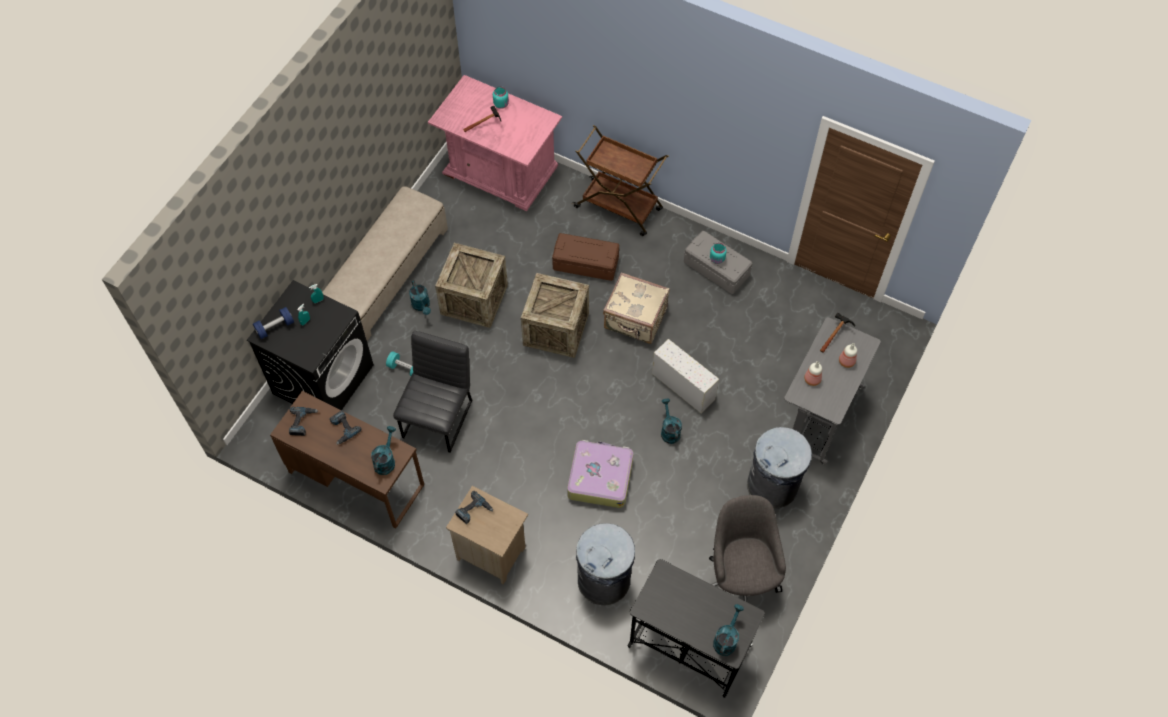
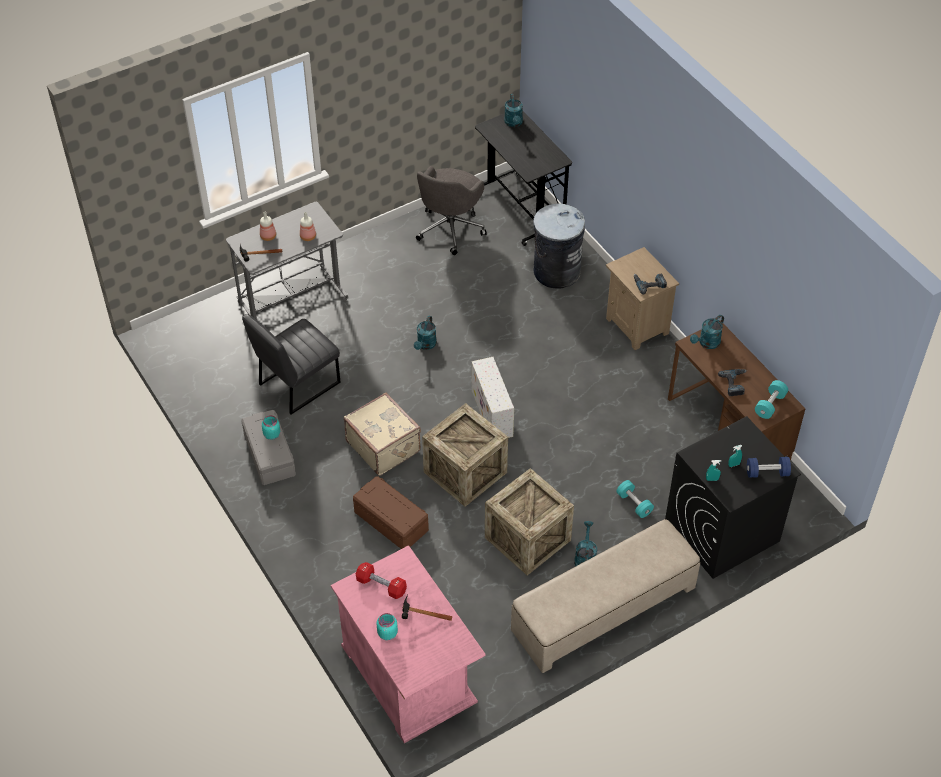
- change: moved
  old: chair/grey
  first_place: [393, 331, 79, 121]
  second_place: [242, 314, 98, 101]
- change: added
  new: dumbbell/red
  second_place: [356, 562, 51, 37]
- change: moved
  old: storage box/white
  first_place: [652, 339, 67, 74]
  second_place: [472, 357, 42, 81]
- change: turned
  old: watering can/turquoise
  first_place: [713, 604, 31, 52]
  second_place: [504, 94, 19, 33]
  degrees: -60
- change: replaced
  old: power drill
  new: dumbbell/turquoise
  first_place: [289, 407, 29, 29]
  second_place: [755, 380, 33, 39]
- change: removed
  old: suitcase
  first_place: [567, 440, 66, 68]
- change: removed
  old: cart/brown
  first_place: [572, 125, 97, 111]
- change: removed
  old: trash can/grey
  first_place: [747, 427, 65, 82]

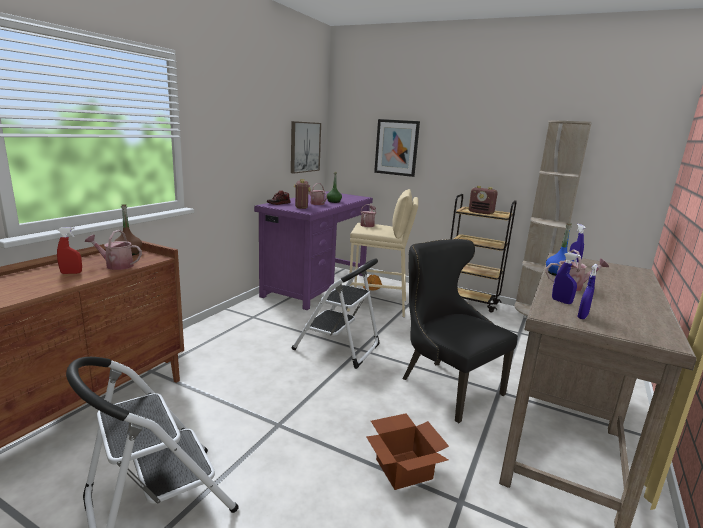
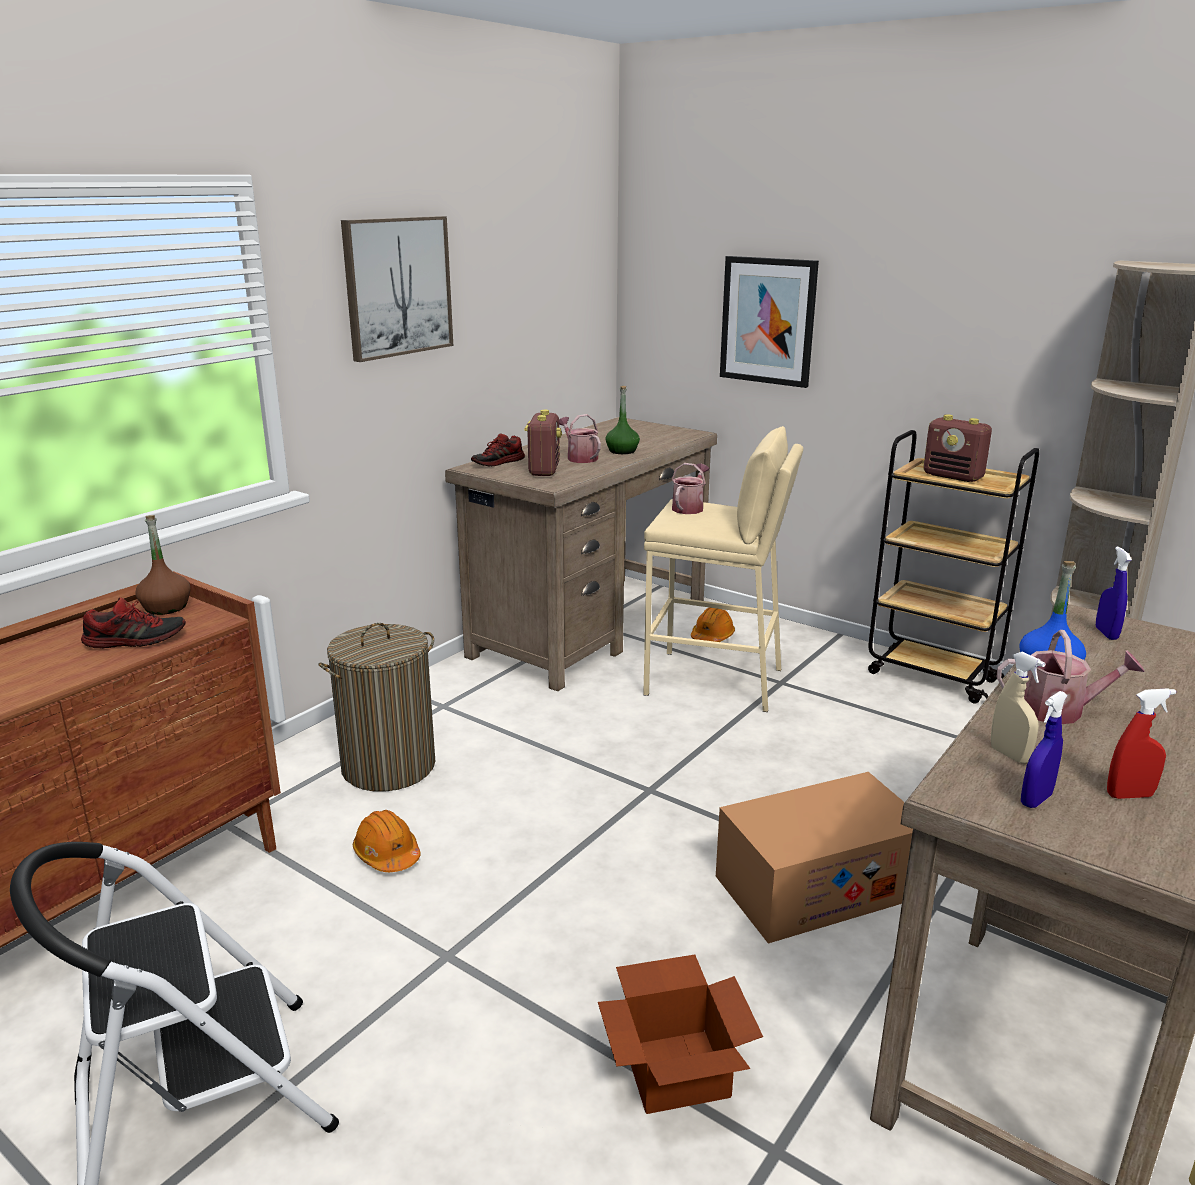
- change: replaced
  old: watering can
  new: shoe
  first_place: [85, 230, 57, 40]
  second_place: [81, 598, 105, 51]
- change: added
  new: laundry basket
  second_place: [319, 623, 116, 168]
- change: moved
  old: picture
  first_place: [291, 121, 30, 53]
  second_place: [341, 216, 112, 146]
- change: added
  new: hard hat/orange
  second_place: [353, 810, 68, 62]
- change: recoloured
  old: desk/purple
  new: desk/brown
  first_place: [254, 191, 119, 119]
  second_place: [445, 417, 272, 274]
- change: replaced
  old: chair/black
  new: cardboard box
  first_place: [403, 239, 115, 184]
  second_place: [716, 772, 197, 172]
- change: recoloured
  old: spray bottle/blue
  new: spray bottle/beige
  first_place: [552, 252, 29, 52]
  second_place: [991, 652, 54, 111]
- change: moved
  old: spray bottle/red
  first_place: [57, 227, 25, 47]
  second_place: [1107, 688, 69, 111]
- change: removed
  old: step ladder
  first_place: [292, 258, 88, 111]

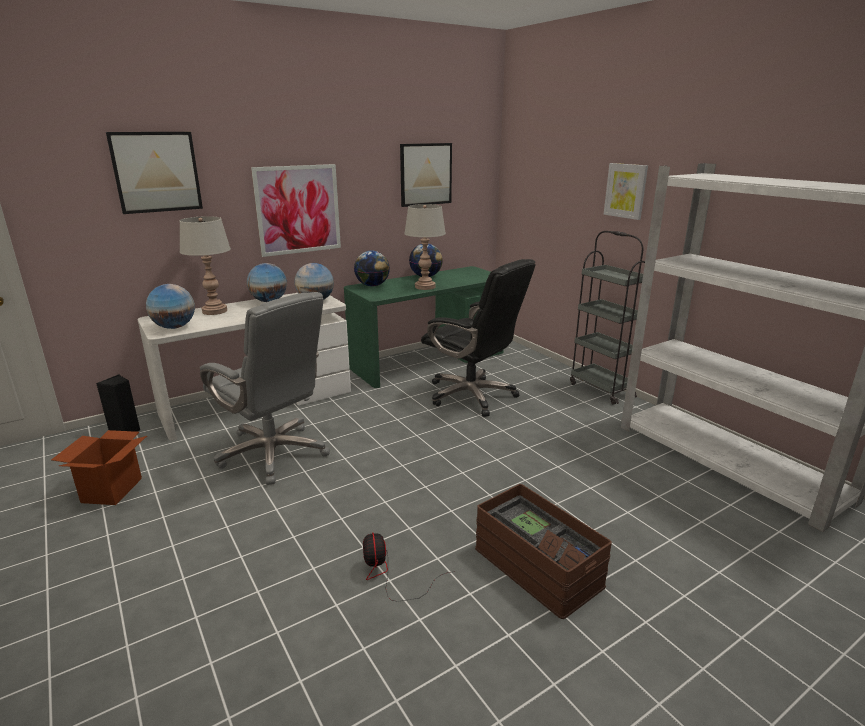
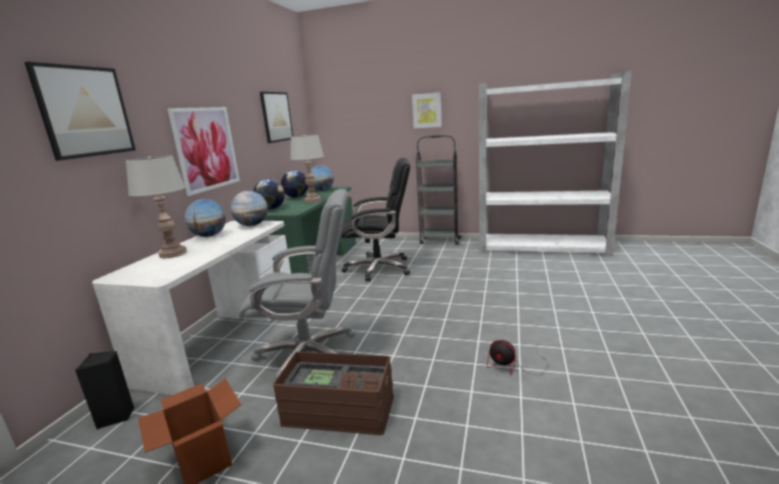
- change: moved
  old: storage box/brown
  first_place: [475, 484, 137, 135]
  second_place: [273, 352, 121, 83]
- change: moved
  old: globe
  first_place: [146, 284, 49, 45]
  second_place: [311, 165, 23, 26]

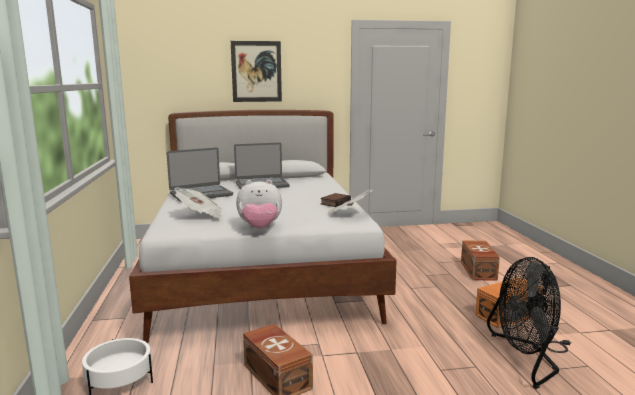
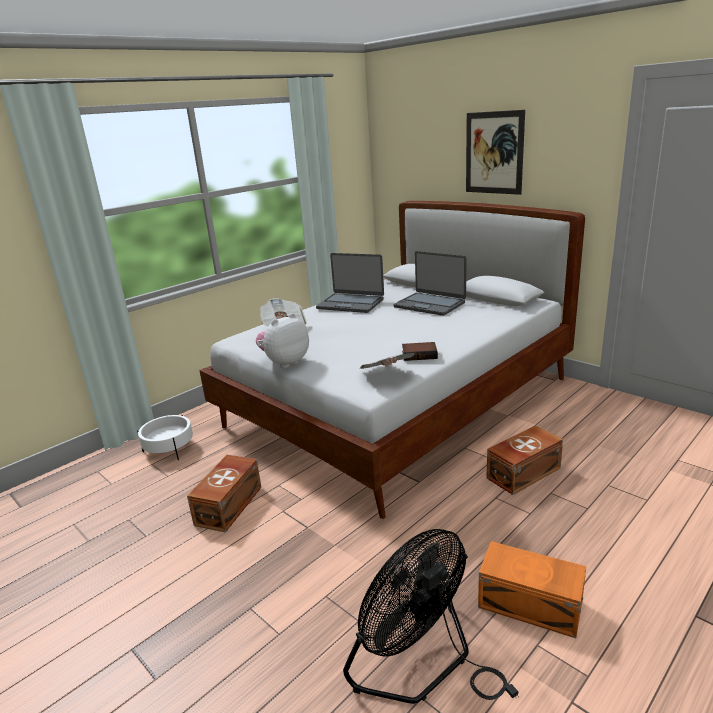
- change: turned
  old: plush toy
  first_place: [236, 179, 46, 50]
  second_place: [256, 313, 53, 55]
  degrees: 90
- change: moved
  old: storage box/brown
  first_place: [461, 240, 39, 41]
  second_place: [486, 425, 77, 70]

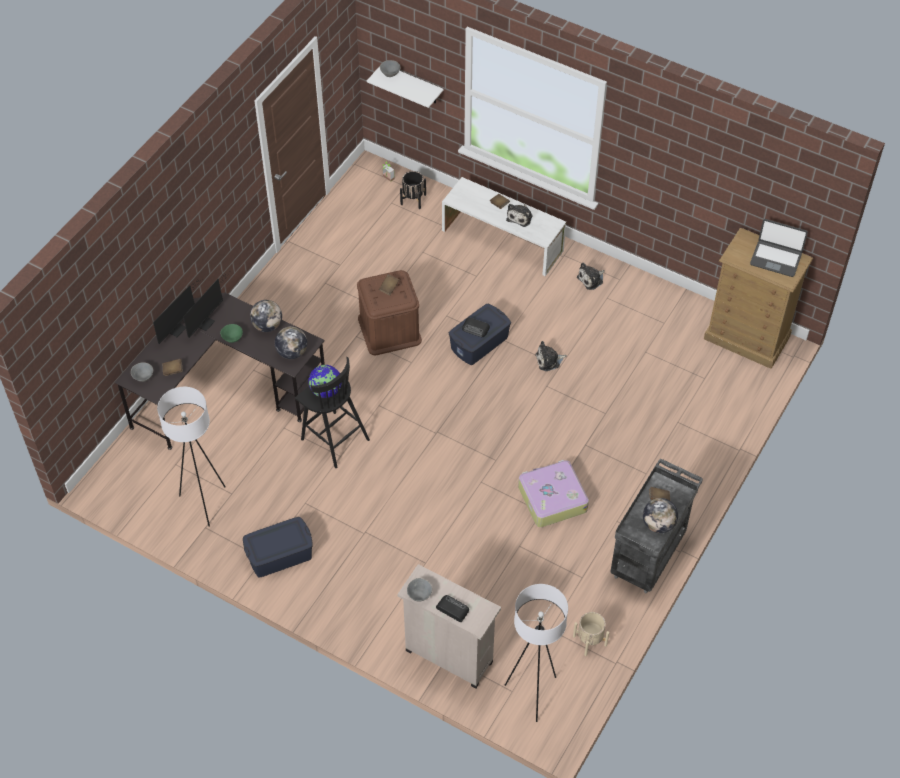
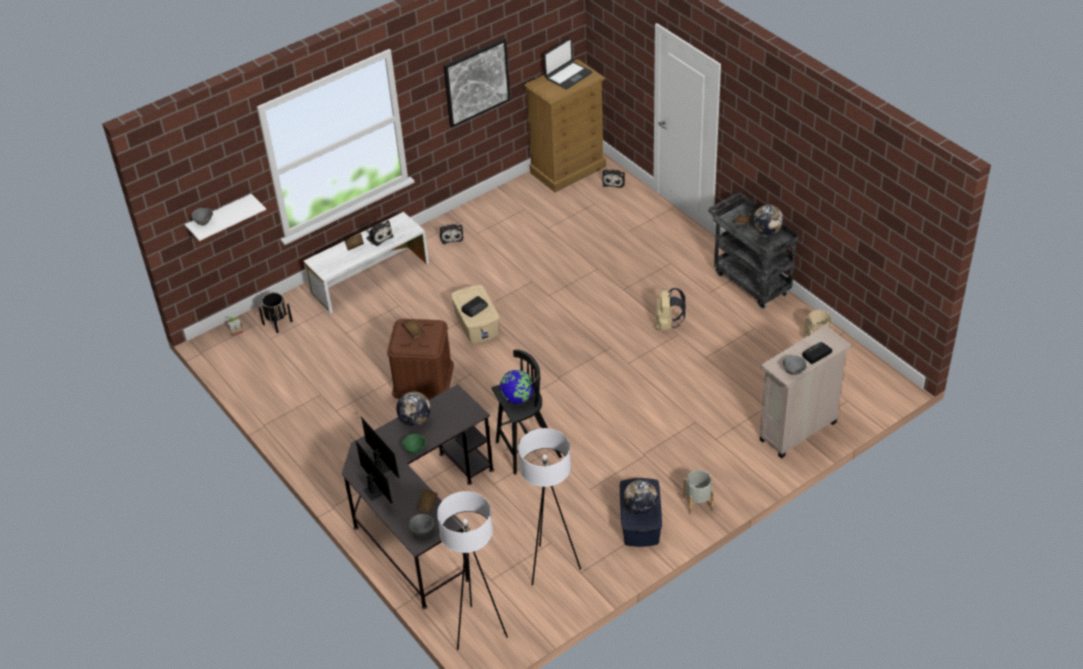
- change: moved
  old: floor lamp/white
  first_place: [505, 584, 63, 138]
  second_place: [437, 491, 71, 159]
- change: added
  new: picture
  second_place: [443, 38, 68, 90]
- change: recoloured
  old: storage box/blue
  new: storage box/beige
  first_place: [449, 304, 62, 61]
  second_place: [451, 285, 49, 59]
- change: moved
  old: plush toy
  first_place: [535, 341, 32, 30]
  second_place: [602, 169, 23, 19]
- change: moved
  old: globe
  first_place: [275, 326, 32, 33]
  second_place: [624, 480, 34, 35]
- change: replaced
  old: suitcase
  new: backpack/beige
  first_place: [518, 460, 71, 67]
  second_place: [655, 288, 31, 42]
- change: added
  new: planter/grey
  second_place: [683, 470, 31, 44]

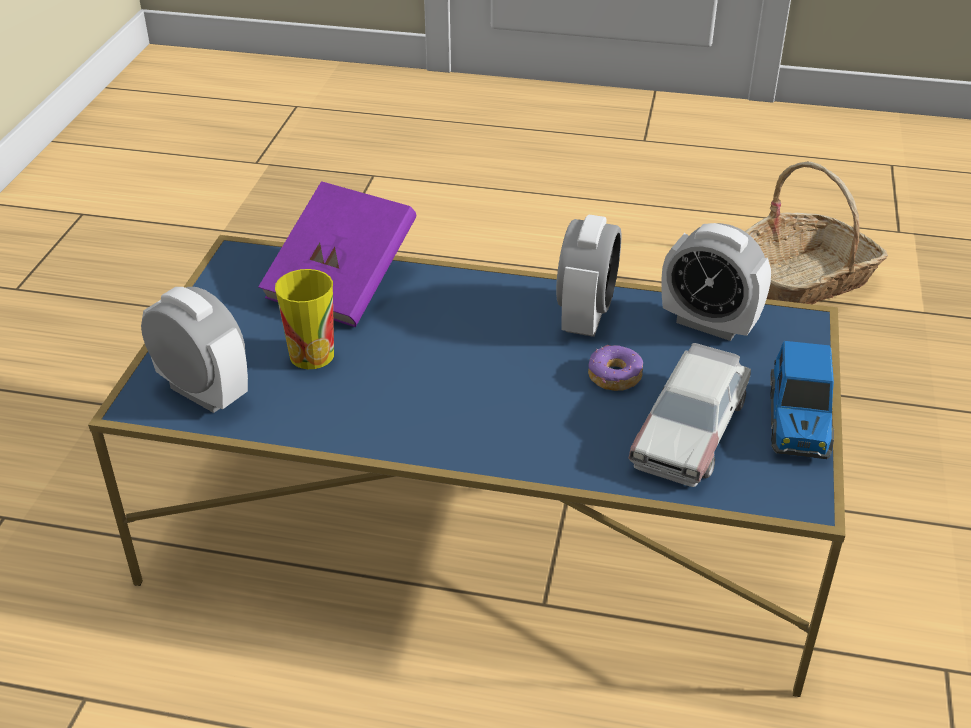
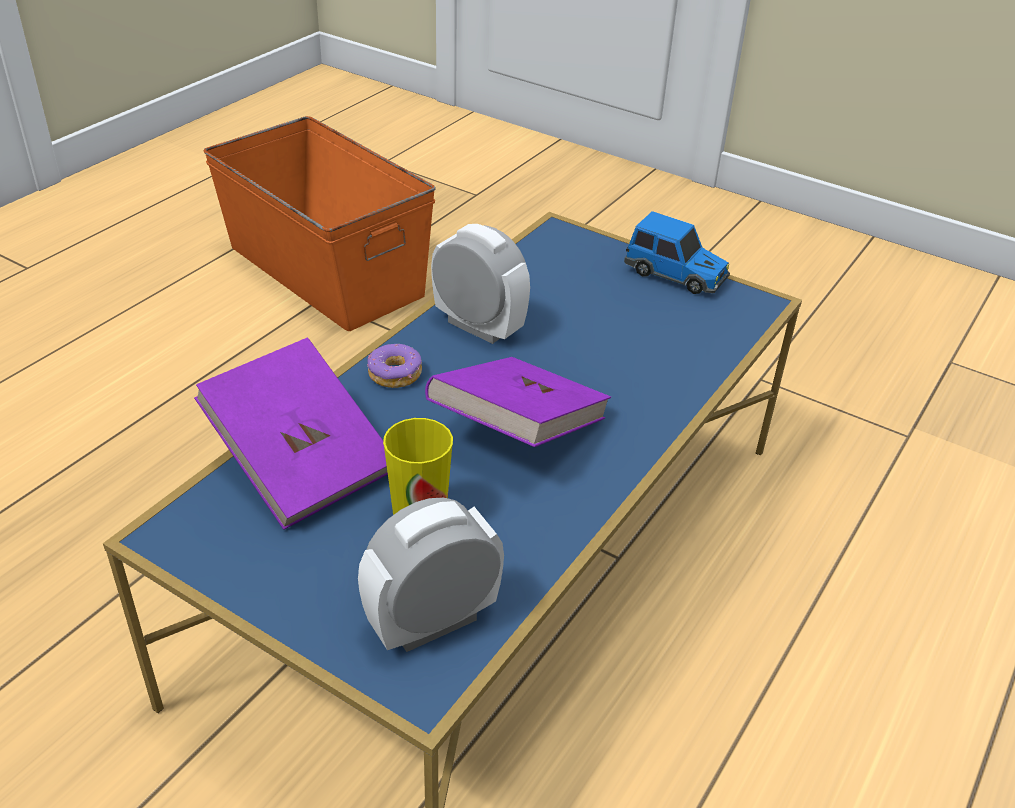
- change: replaced
  old: basket
  new: storage box/orange
  first_place: [745, 161, 143, 143]
  second_place: [204, 116, 232, 215]
- change: moved
  old: donut
  first_place: [588, 345, 55, 46]
  second_place: [367, 344, 55, 44]
- change: added
  new: book/purple
  second_place: [425, 357, 186, 90]
- change: removed
  old: toy car
  first_place: [628, 343, 123, 144]
- change: removed
  old: alarm clock
  first_place: [661, 223, 110, 118]

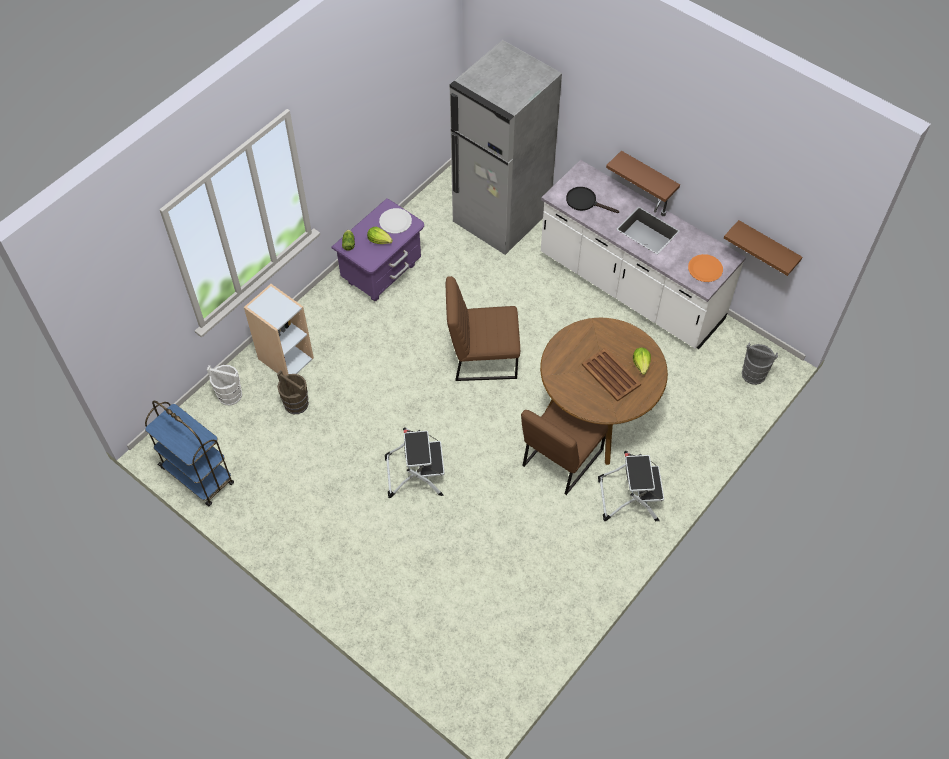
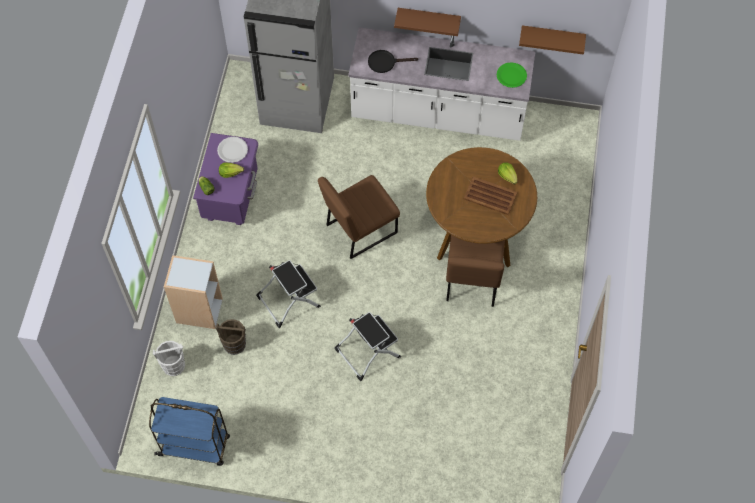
- change: moved
  old: step ladder
  first_place: [598, 451, 66, 70]
  second_place: [256, 260, 65, 68]
- change: recoloured
  old: plate/orange
  new: plate/green
  first_place: [688, 254, 35, 28]
  second_place: [497, 62, 30, 26]
- change: removed
  old: bucket/grey
  first_place: [742, 343, 36, 42]

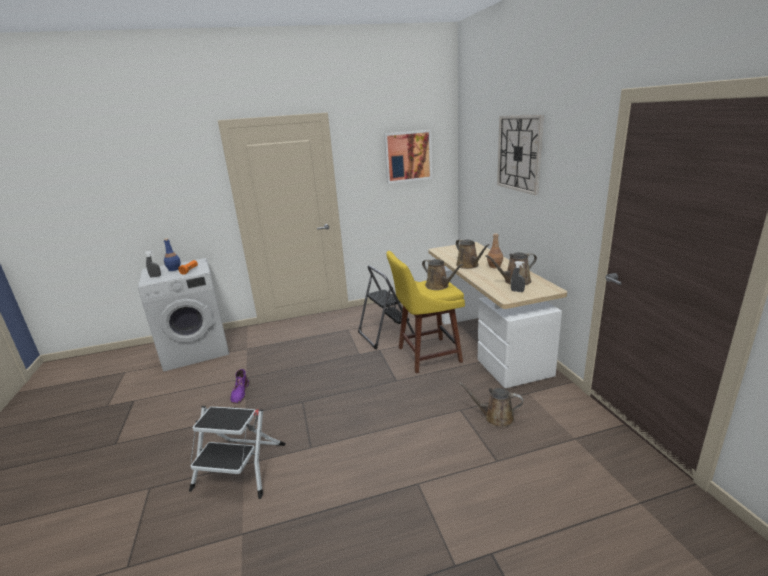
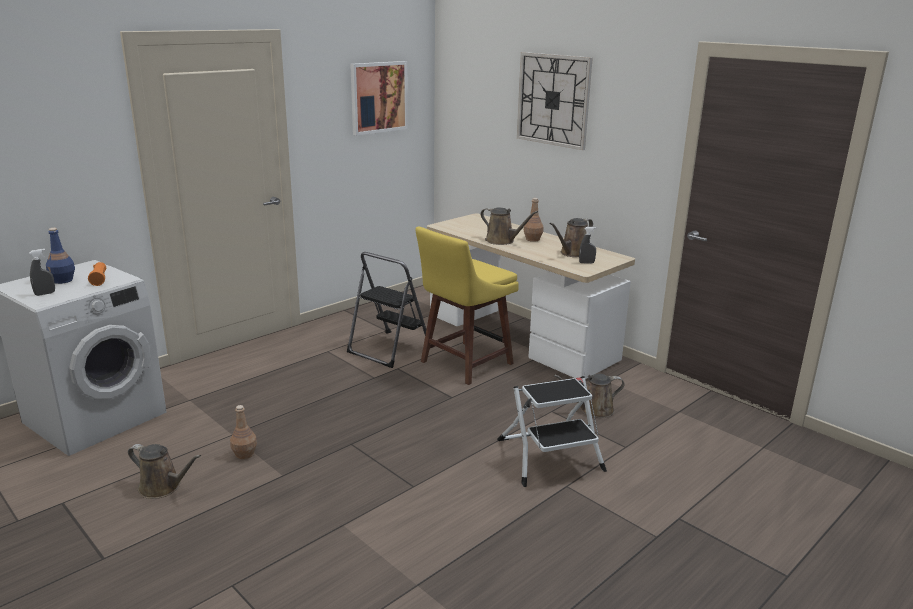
- change: moved
  old: watering can/brown
  first_place: [422, 259, 42, 31]
  second_place: [128, 444, 73, 55]
- change: replaced
  old: boot/purple
  new: bottle/brown
  first_place: [230, 369, 19, 34]
  second_place: [230, 405, 27, 54]
- change: moved
  old: step ladder
  first_place: [189, 406, 97, 93]
  second_place: [497, 376, 110, 111]

